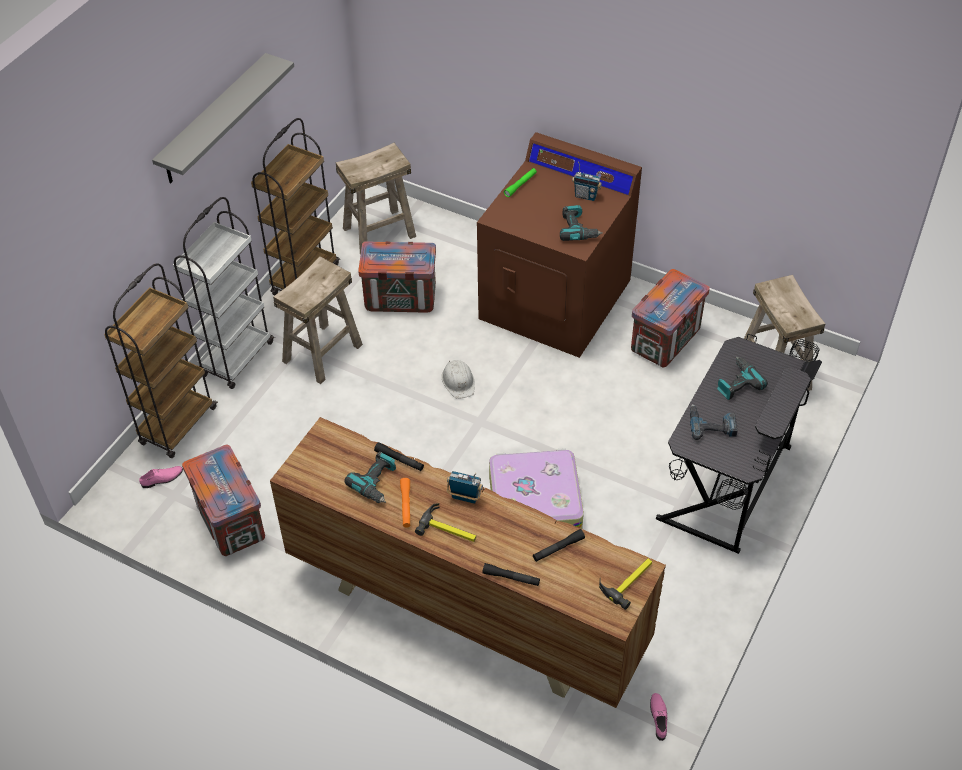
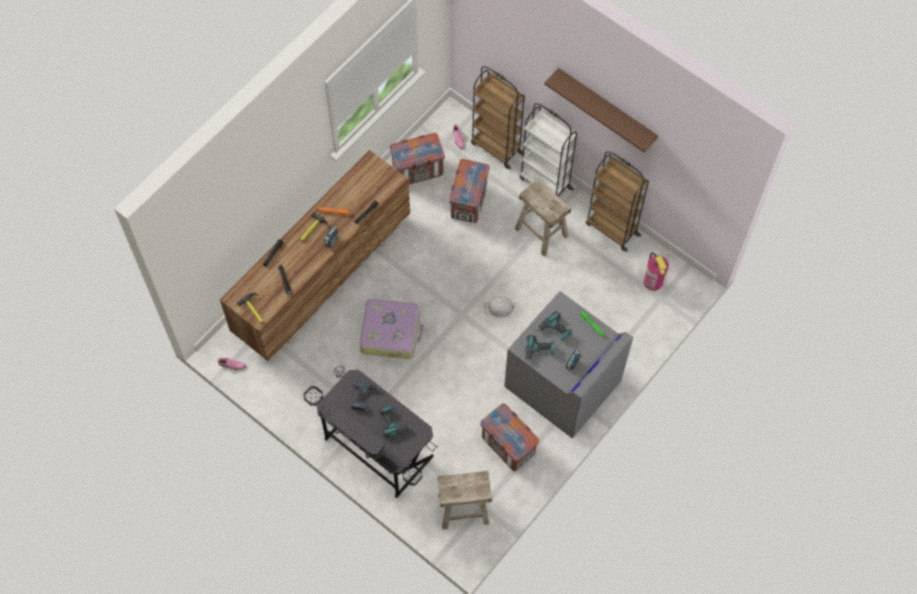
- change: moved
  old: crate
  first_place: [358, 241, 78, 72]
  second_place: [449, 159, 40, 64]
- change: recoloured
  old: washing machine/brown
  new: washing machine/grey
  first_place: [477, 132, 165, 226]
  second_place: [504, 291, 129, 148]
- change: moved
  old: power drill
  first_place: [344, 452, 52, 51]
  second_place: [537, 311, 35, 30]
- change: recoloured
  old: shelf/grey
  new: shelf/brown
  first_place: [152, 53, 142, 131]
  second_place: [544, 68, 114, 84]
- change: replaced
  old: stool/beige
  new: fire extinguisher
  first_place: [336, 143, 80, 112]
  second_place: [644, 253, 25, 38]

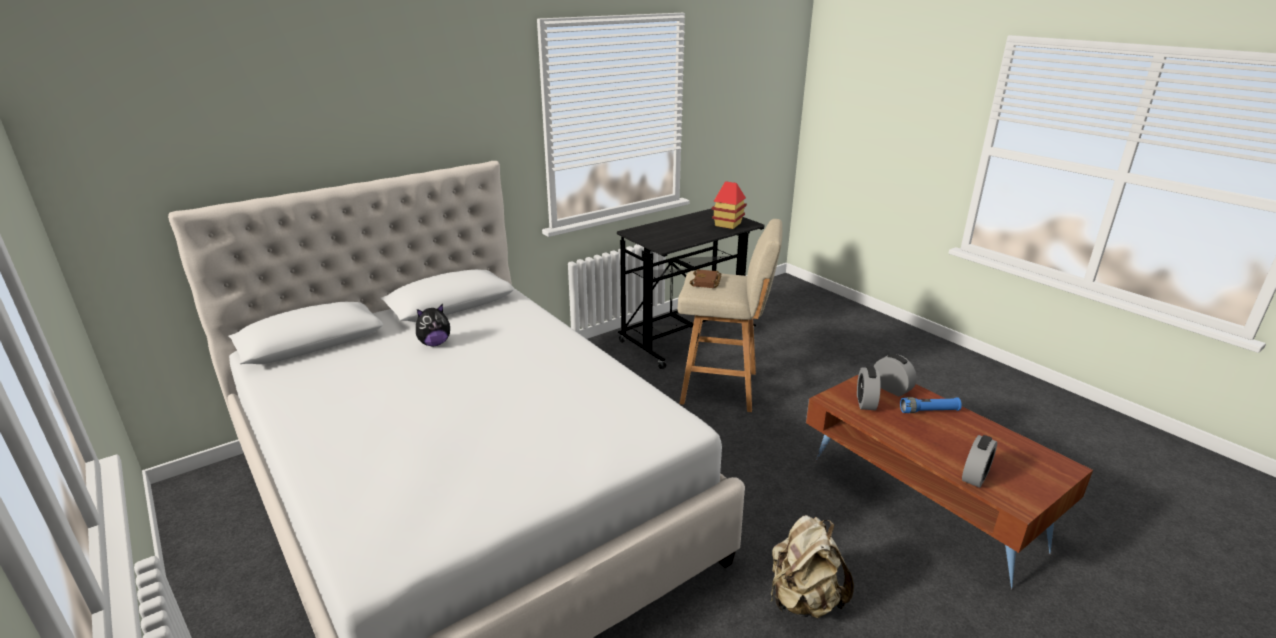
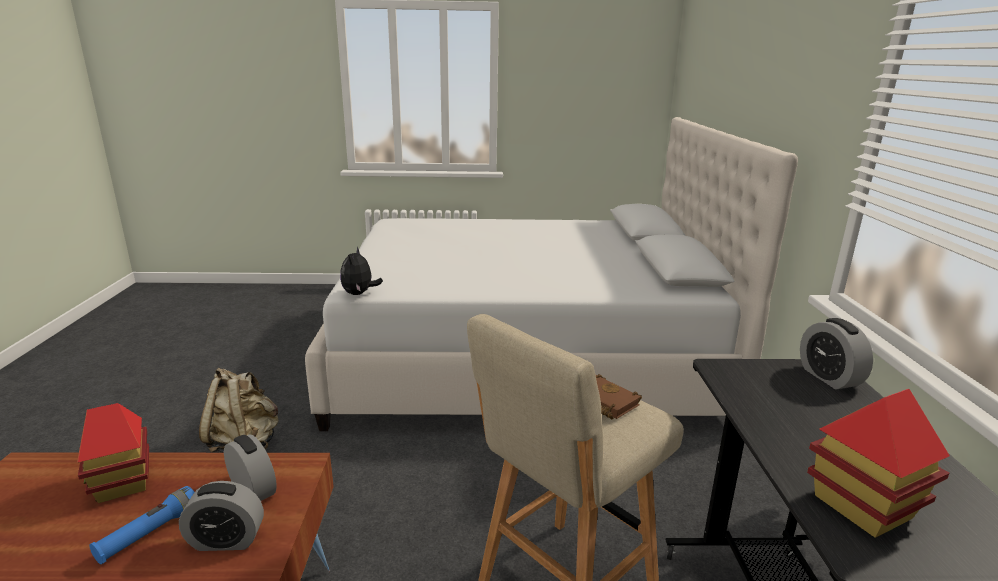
- change: added
  new: toy house
  second_place: [77, 403, 72, 100]
- change: moved
  old: plush toy
  first_place: [416, 304, 34, 42]
  second_place: [340, 247, 43, 48]
- change: moved
  old: alarm clock
  first_place: [962, 435, 35, 53]
  second_place: [800, 318, 73, 71]

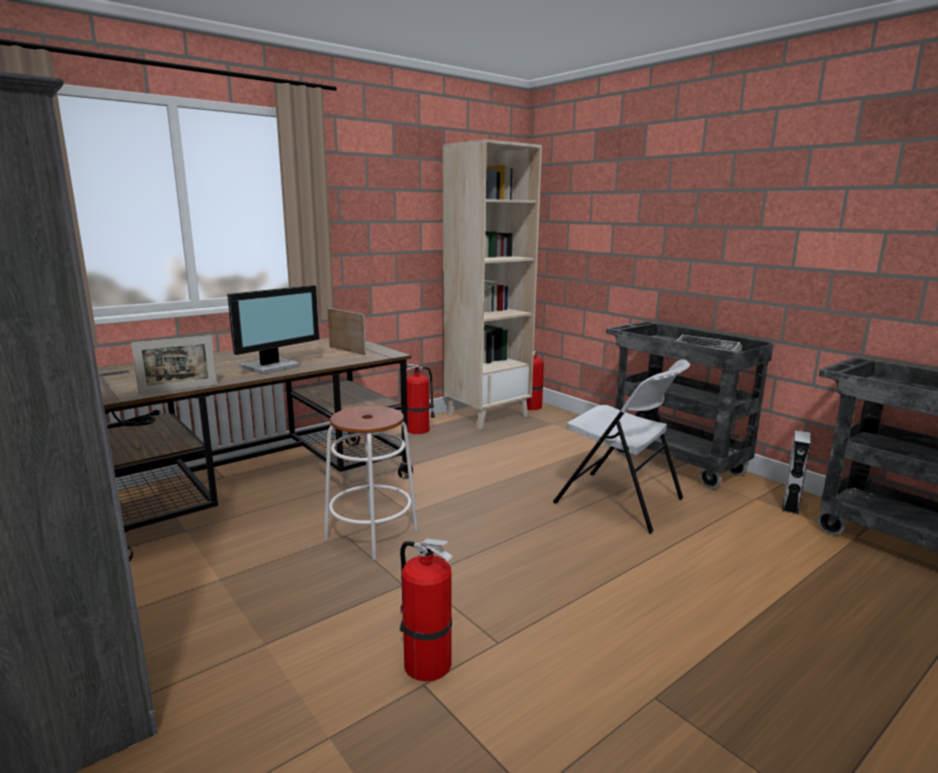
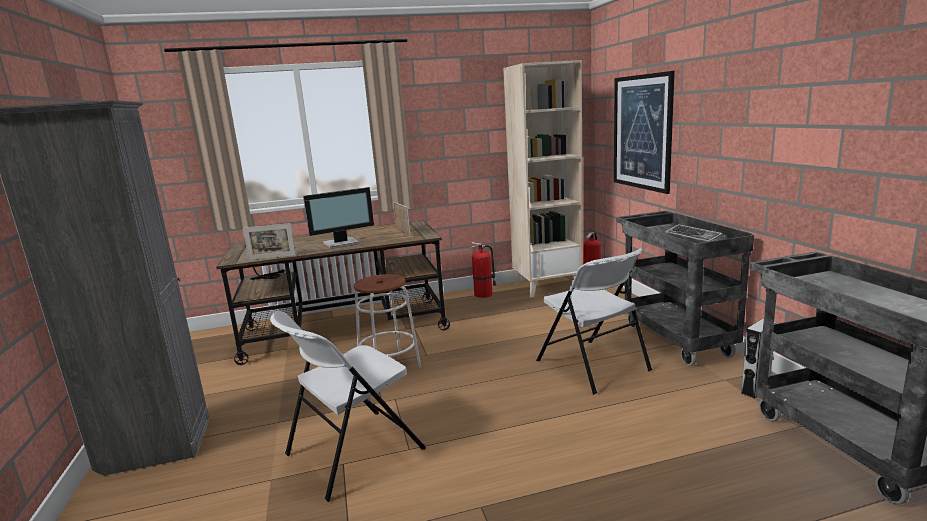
- change: replaced
  old: fire extinguisher
  new: chair/white
  first_place: [399, 539, 54, 143]
  second_place: [270, 311, 156, 191]
- change: added
  new: picture
  second_place: [614, 71, 61, 123]

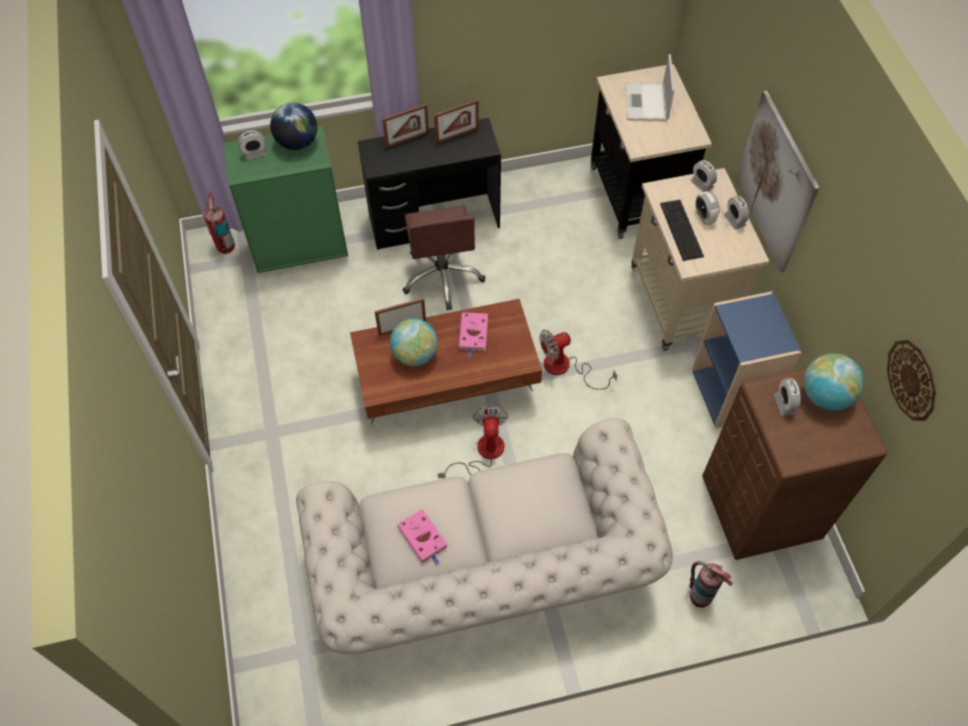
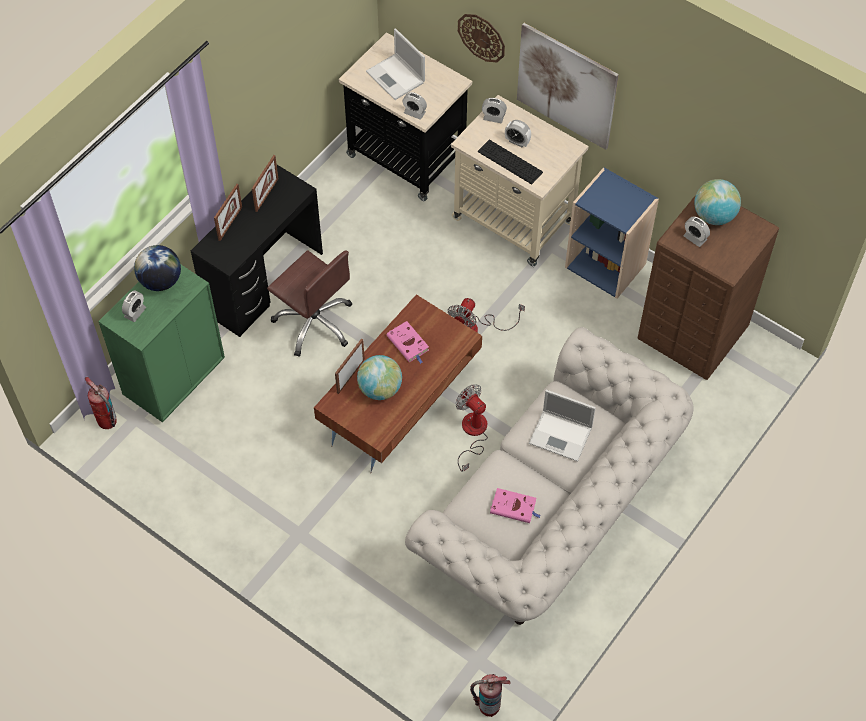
- change: moved
  old: alarm clock
  first_place: [724, 196, 25, 34]
  second_place: [403, 92, 24, 28]
- change: moved
  old: wall clock
  first_place: [887, 340, 49, 81]
  second_place: [458, 14, 47, 48]
- change: moved
  old: fire extinguisher
  first_place: [689, 561, 43, 47]
  second_place: [470, 674, 40, 43]
- change: added
  new: laptop
  second_place: [529, 390, 67, 72]

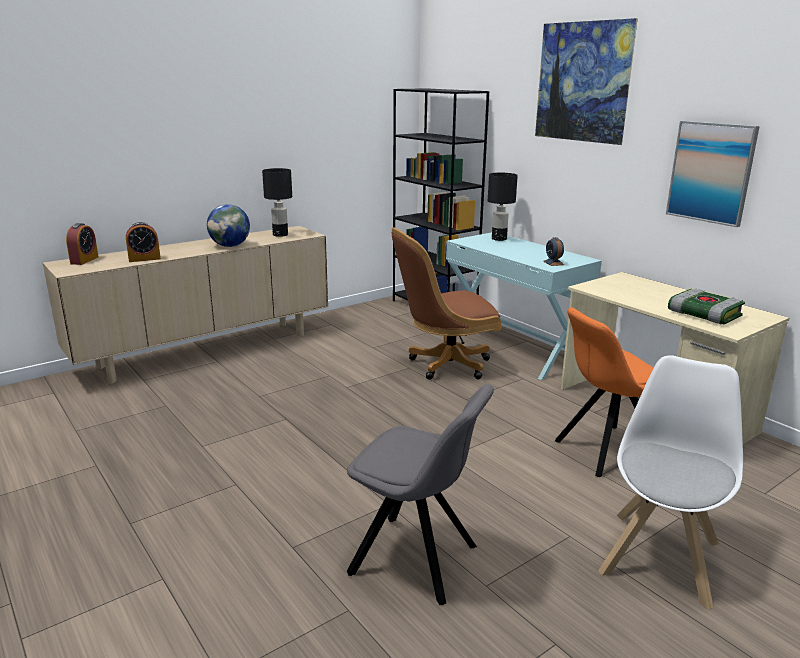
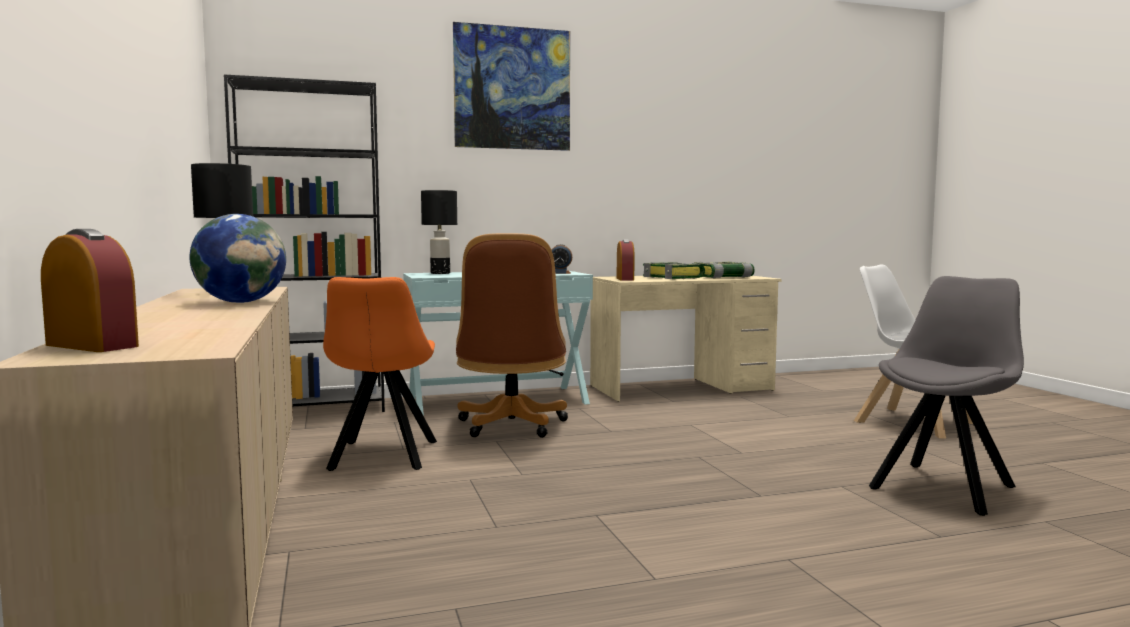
- change: moved
  old: chair/orange
  first_place: [555, 308, 98, 169]
  second_place: [323, 277, 114, 194]
- change: moved
  old: alarm clock
  first_place: [126, 222, 35, 40]
  second_place: [617, 239, 18, 42]
- change: added
  new: book
  second_place: [643, 262, 62, 18]
- change: removed
  old: picture
  first_place: [666, 121, 94, 106]

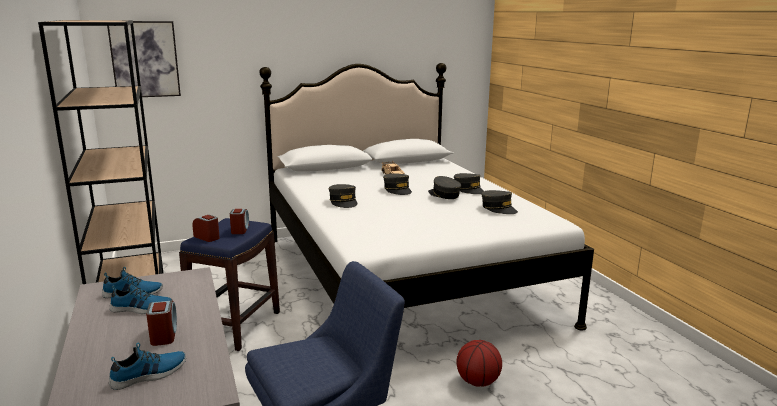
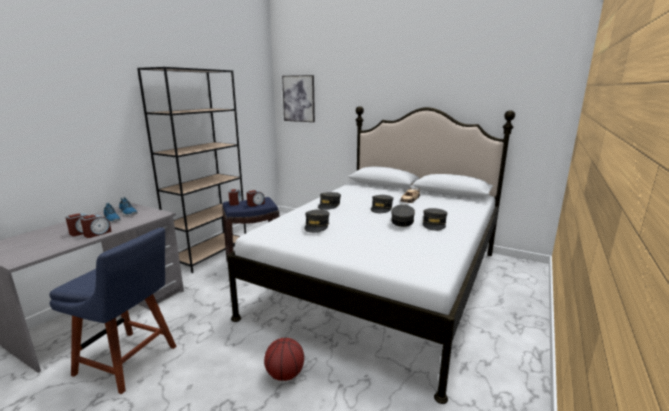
- change: added
  new: alarm clock
  second_place: [80, 214, 32, 24]
- change: moved
  old: cap/grey
  first_place: [481, 190, 37, 24]
  second_place: [305, 209, 25, 24]
- change: removed
  old: shoe
  first_place: [109, 343, 77, 47]

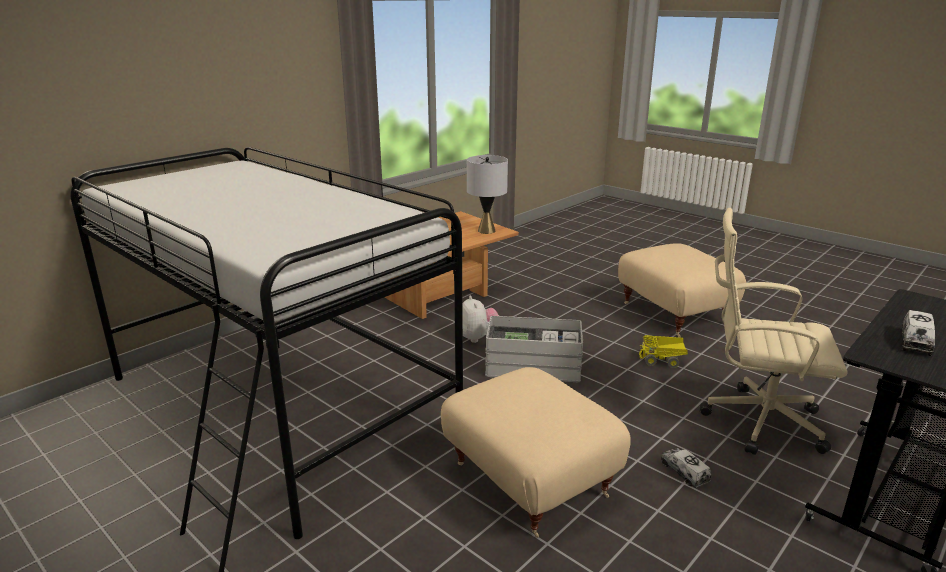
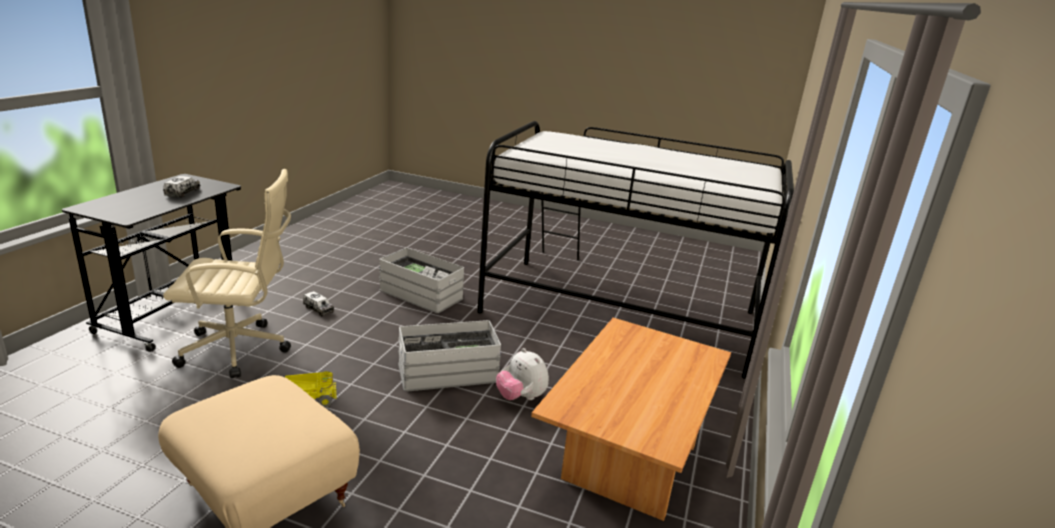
- change: replaced
  old: ottoman/beige
  new: storage box/grey
  first_place: [441, 367, 190, 171]
  second_place: [379, 248, 85, 65]
- change: removed
  old: table lamp/grey
  first_place: [467, 155, 41, 79]

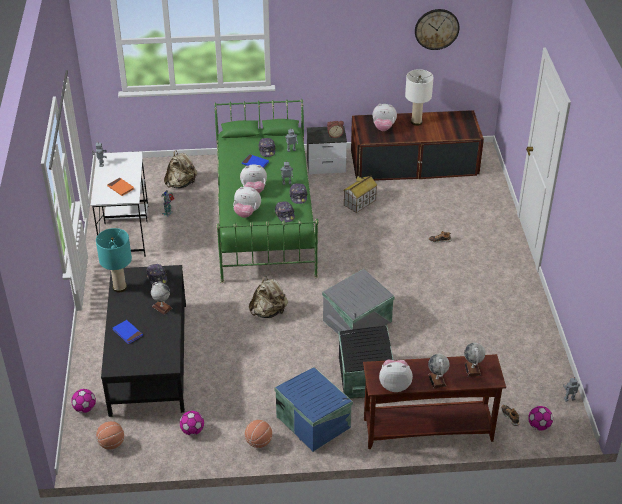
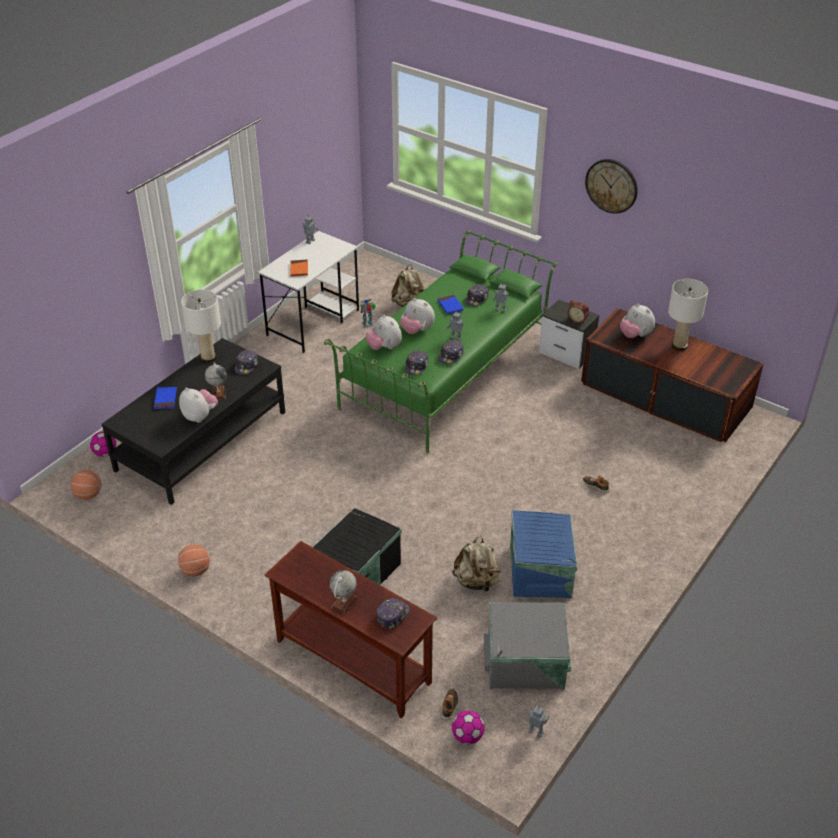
- change: moved
  old: plush toy
  first_place: [379, 359, 34, 33]
  second_place: [179, 387, 39, 36]
- change: recoloured
  old: table lamp/turquoise
  new: table lamp/white
  first_place: [96, 228, 36, 65]
  second_place: [181, 289, 40, 74]
- change: replaced
  old: globe
  new: cap
  first_place: [464, 343, 21, 34]
  second_place: [376, 598, 34, 32]
- change: moved
  old: backpack/beige
  first_place: [249, 276, 39, 42]
  second_place: [452, 536, 49, 56]
- change: moved
  old: storage box/grey
  first_place: [322, 269, 73, 66]
  second_place: [484, 602, 87, 88]
- change: moved
  old: storage box/blue
  first_place: [274, 367, 79, 85]
  second_place: [510, 510, 67, 88]
- change: moved
  old: wall clock
  first_place: [415, 9, 45, 41]
  second_place: [585, 159, 53, 55]
- change: removed
  old: football
  first_place: [180, 411, 24, 24]
- change: removed
  old: toy house
  first_place: [343, 175, 34, 38]

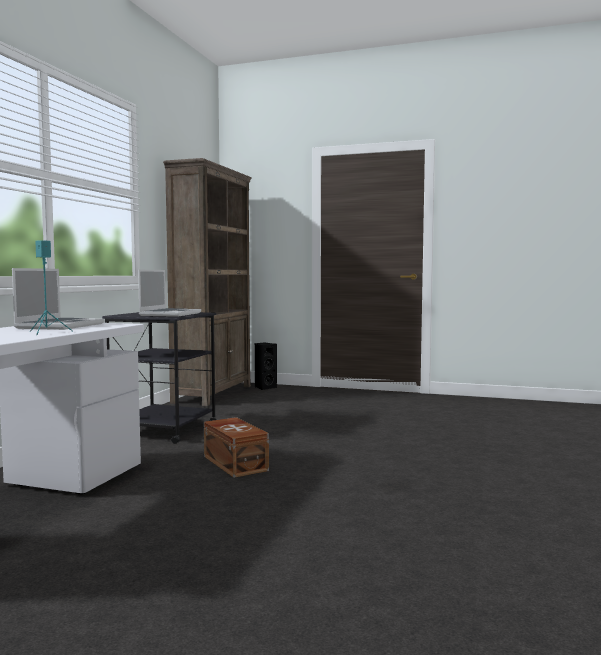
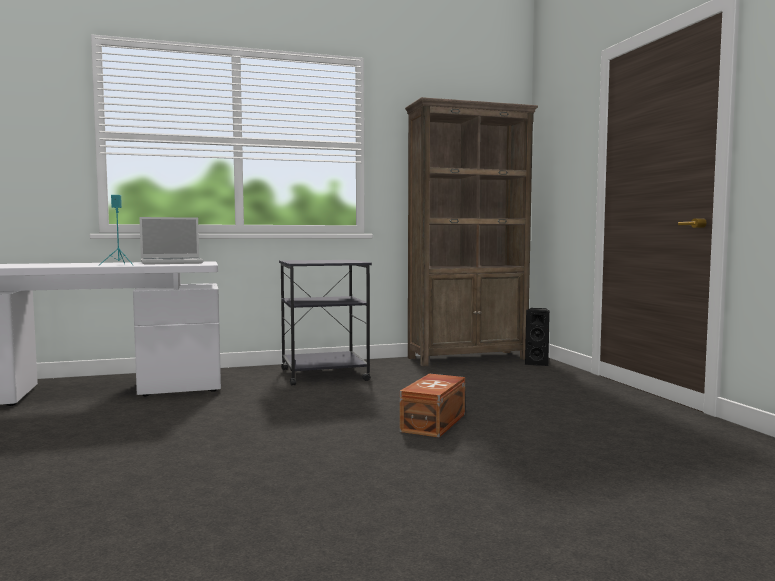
- change: moved
  old: storage box/brown
  first_place: [204, 417, 65, 61]
  second_place: [400, 374, 65, 63]
- change: removed
  old: laptop
  first_place: [138, 270, 63, 47]

